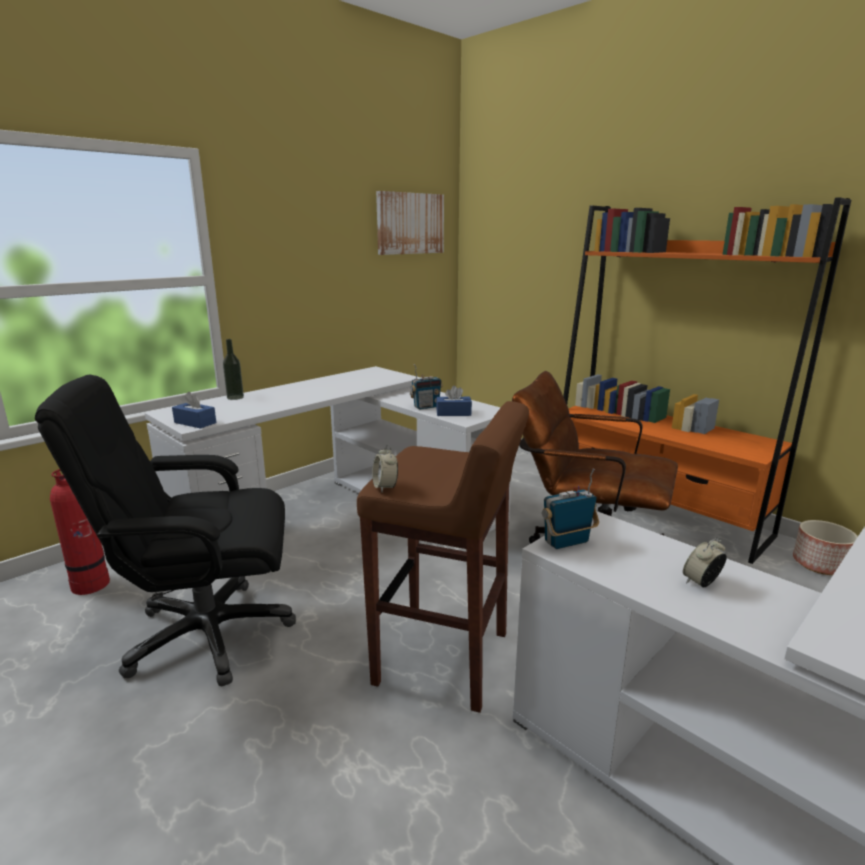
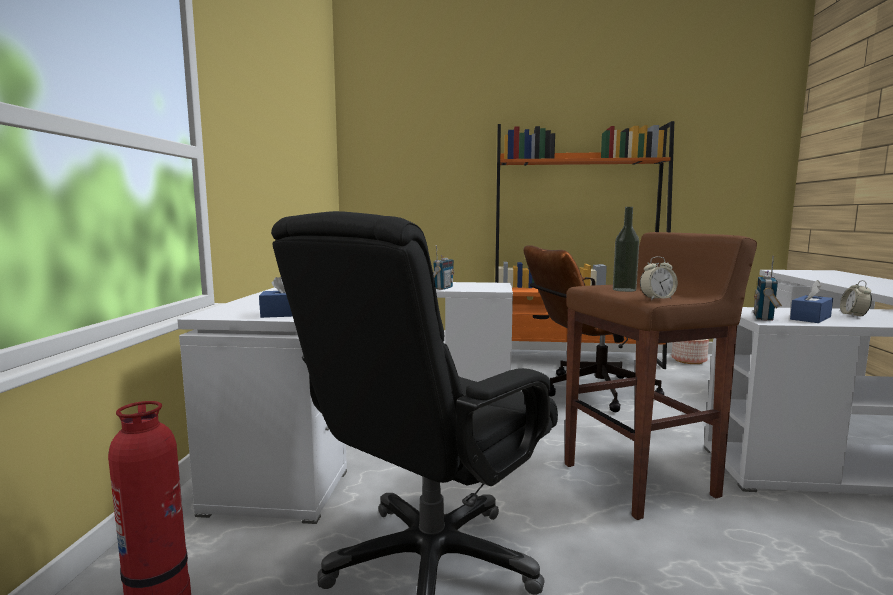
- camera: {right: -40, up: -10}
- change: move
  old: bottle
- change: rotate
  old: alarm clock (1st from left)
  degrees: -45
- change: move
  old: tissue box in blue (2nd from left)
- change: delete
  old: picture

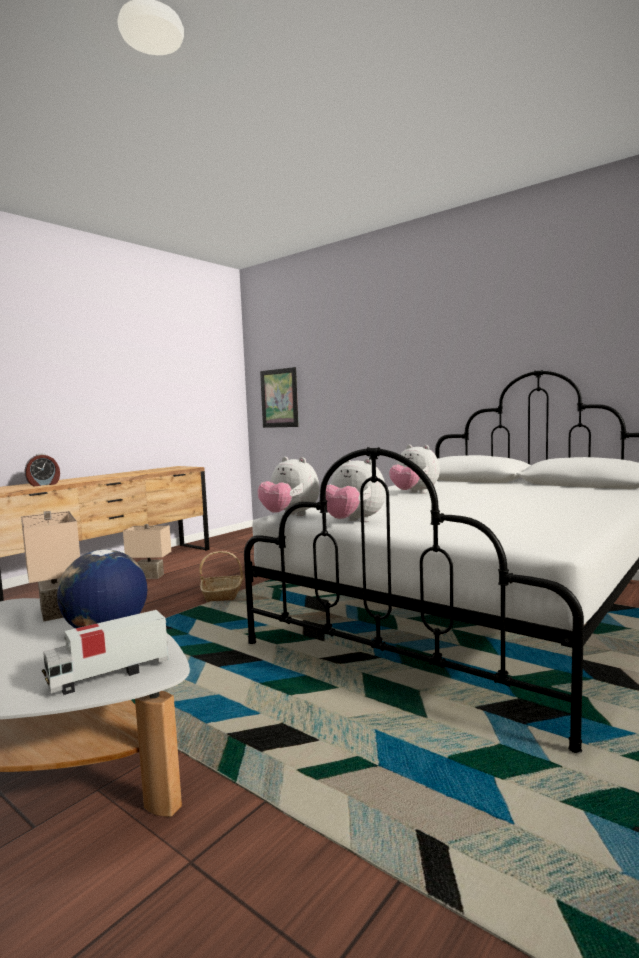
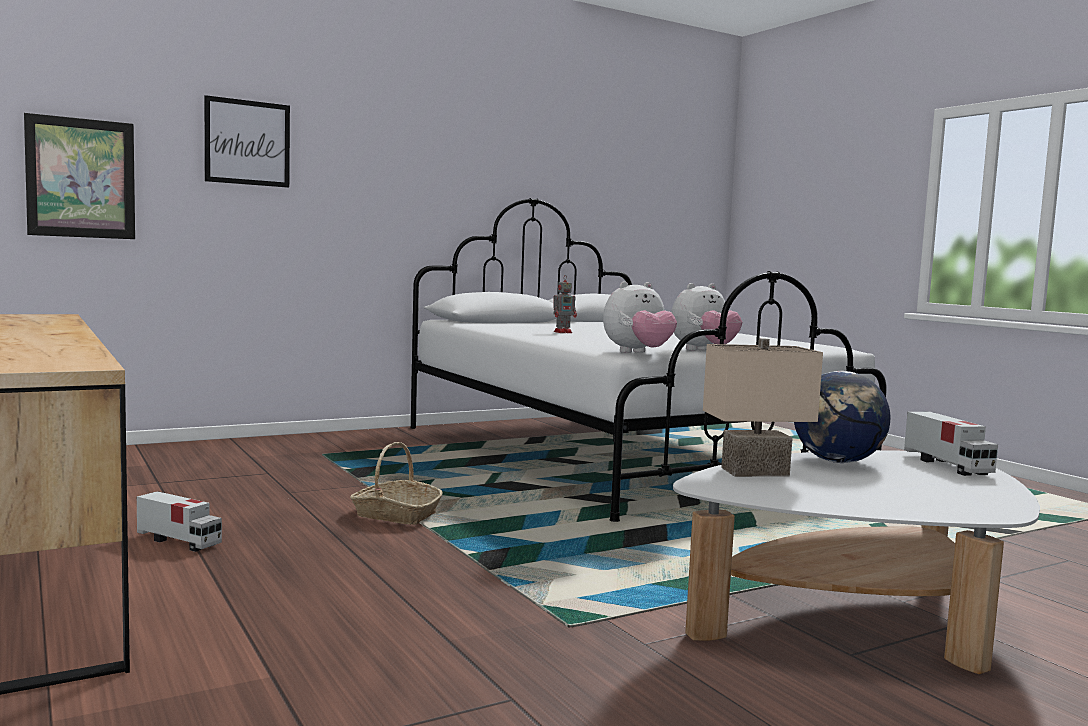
- camera: {right: -70, up: 0}
- change: replace
  old: table lamp in beige (2nd from left)
  new: toy truck (1st from left)
- change: insert
  new: picture (2nd from left)
- change: replace
  old: plush toy (3rd from left)
  new: toy robot
- change: delete
  old: alarm clock

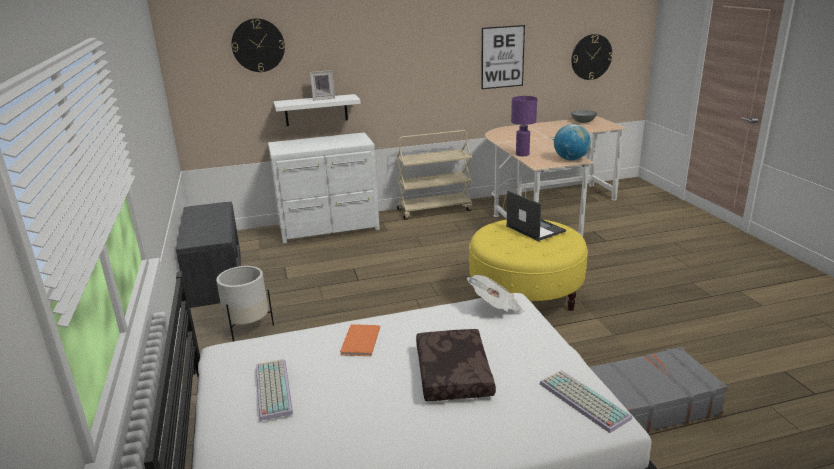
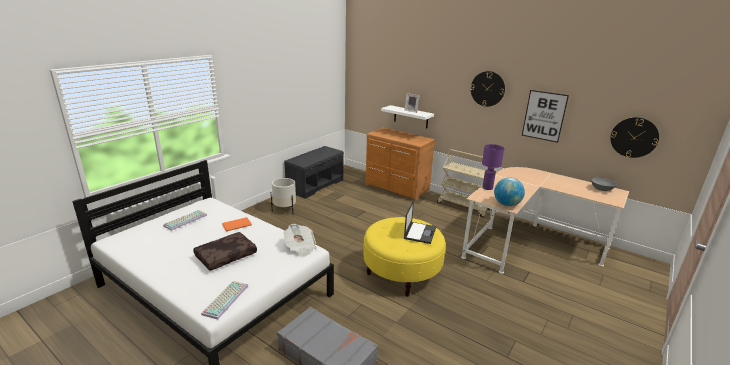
- camera: {right: 50, up: 0}
- change: recolor
  old: dresser in white
  new: dresser in brown
- change: move
  old: wall clock (1st from left)

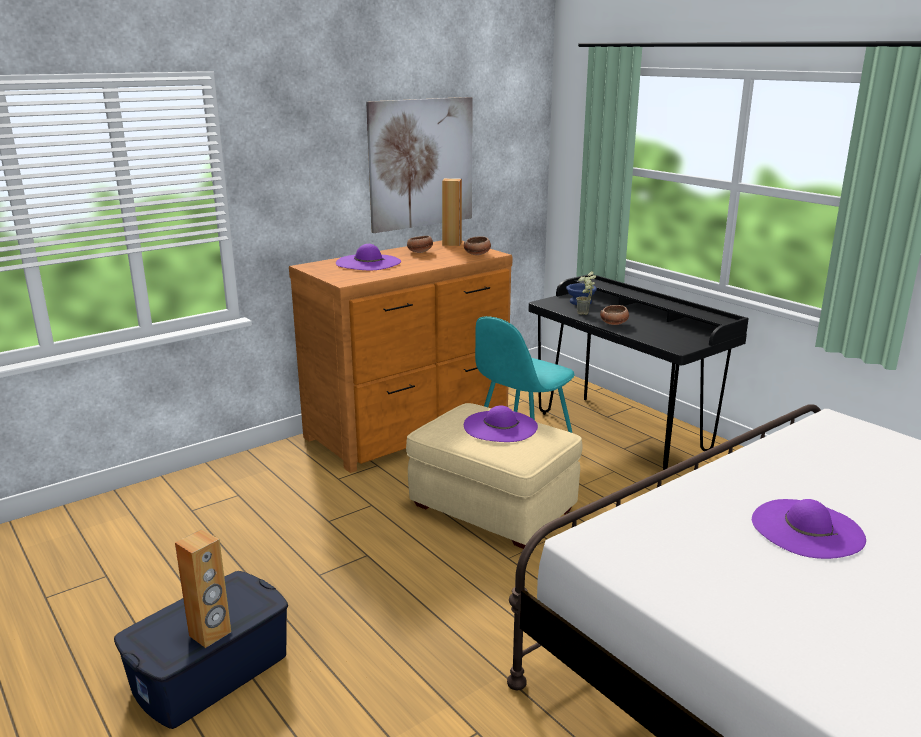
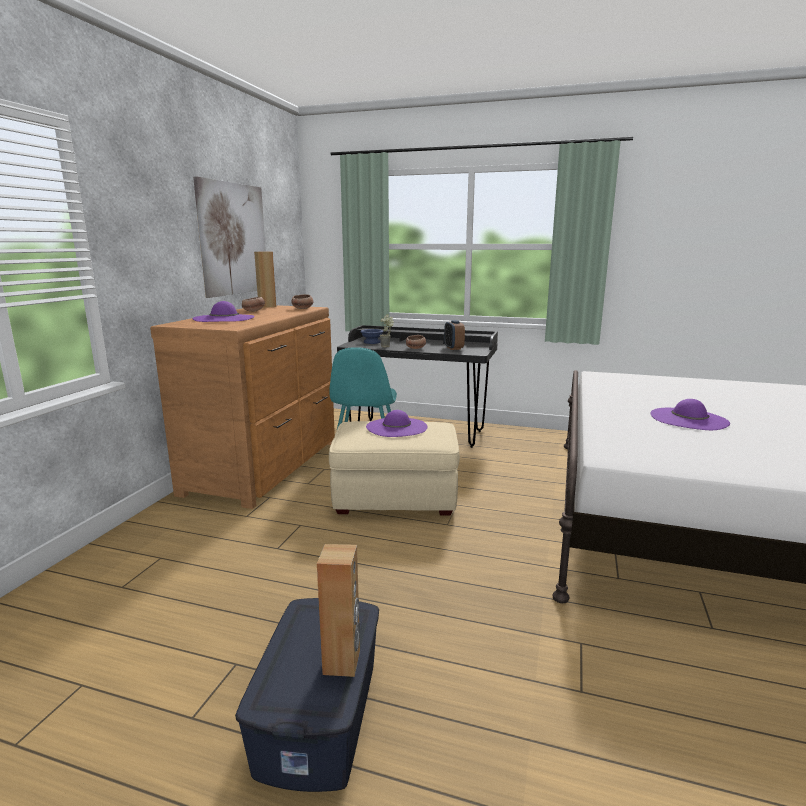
- camera: {right: -35, up: -5}
- change: insert
  new: alarm clock

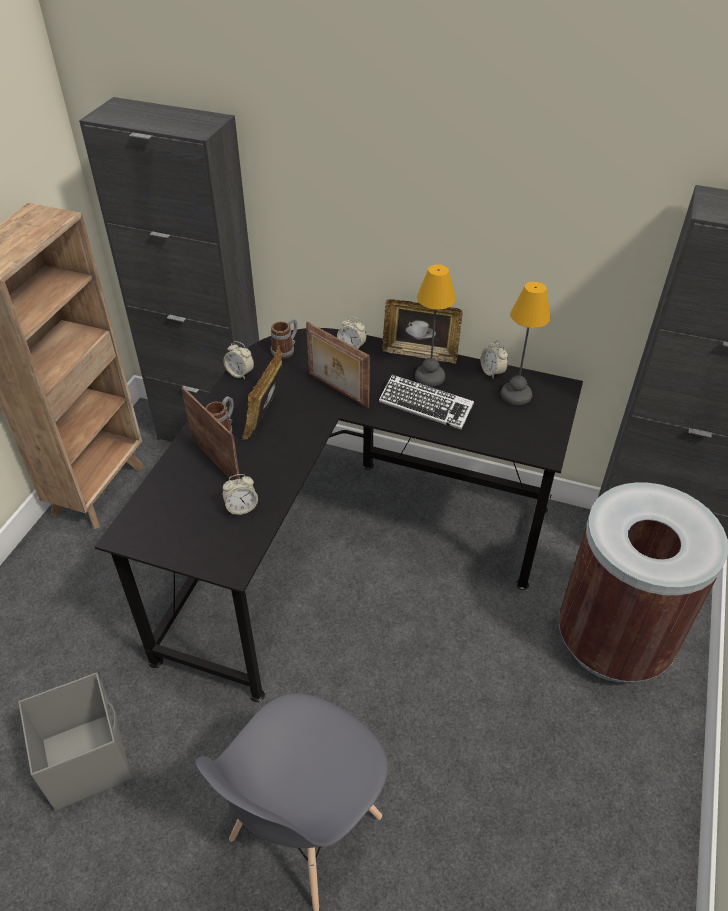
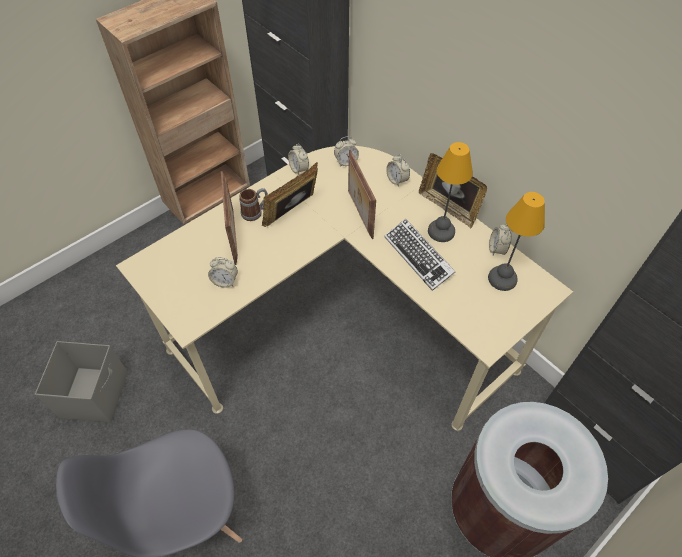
- camera: {right: 30, up: 10}
- change: recolor
  old: desk in black
  new: desk in beige
- change: replace
  old: mug (2nd from left)
  new: alarm clock (3rd from left)

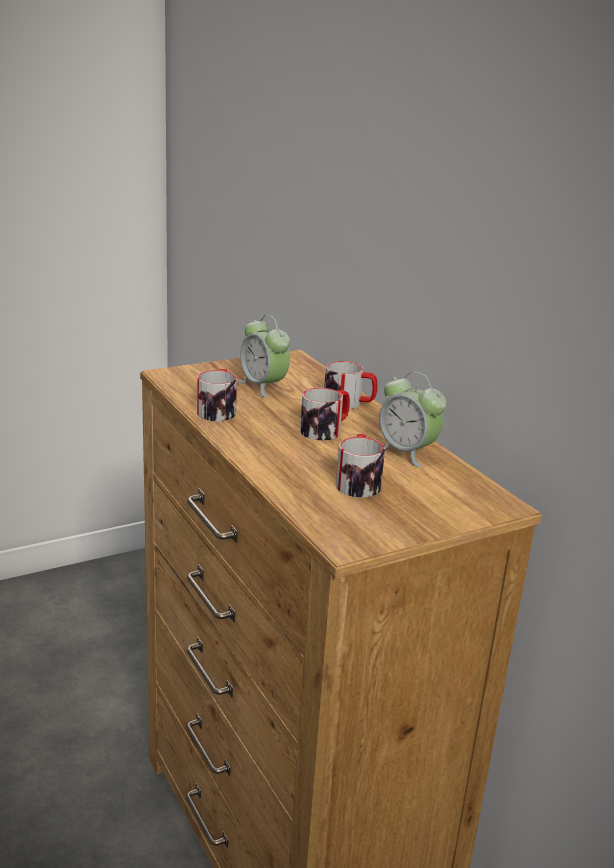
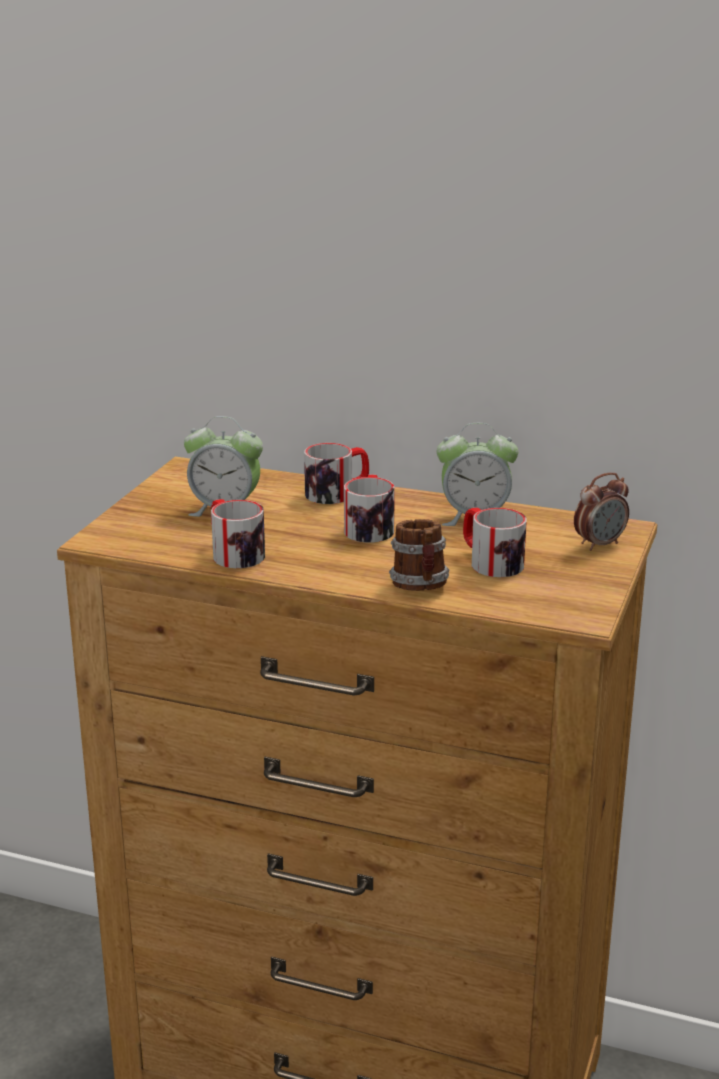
- camera: {right: -40, up: 0}
- change: insert
  new: mug (4th from left)
- change: insert
  new: alarm clock (3rd from left)

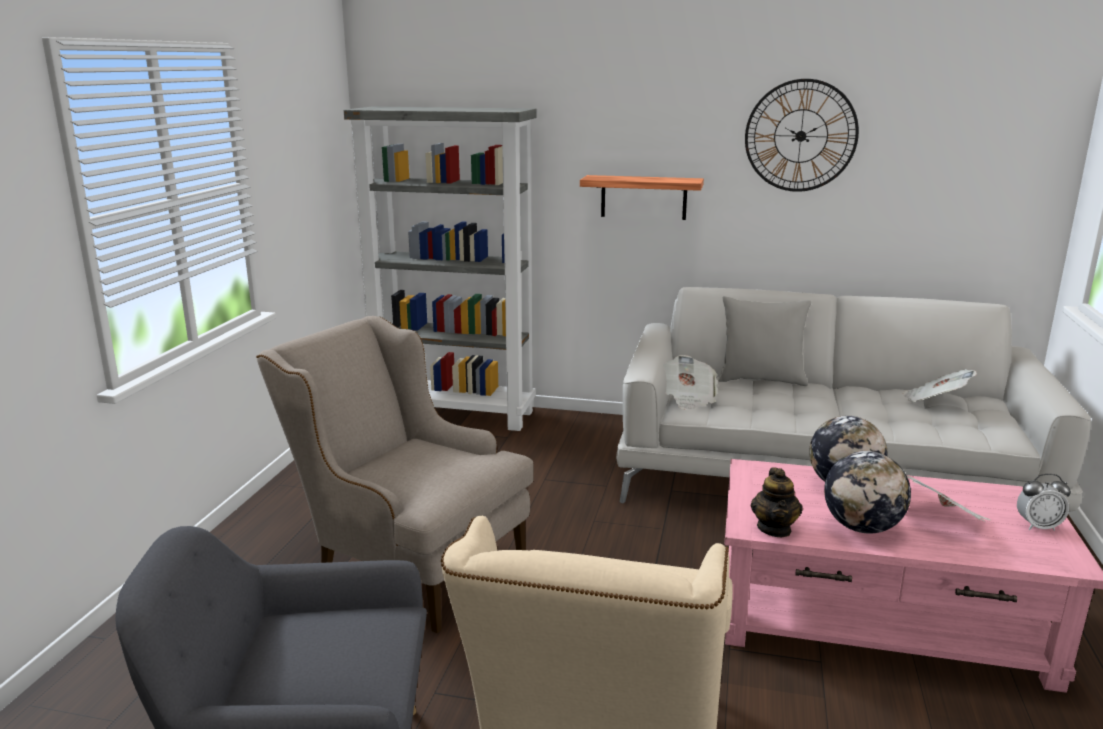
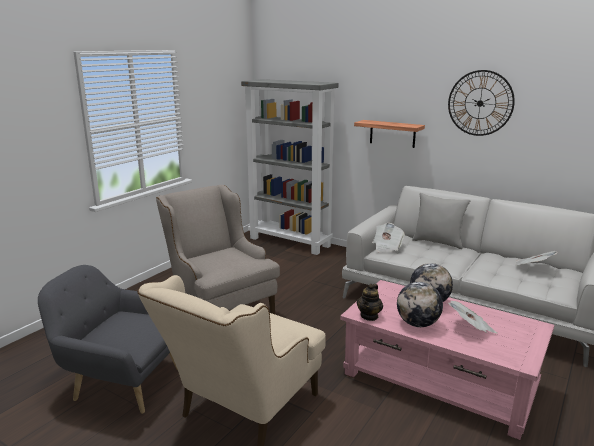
- camera: {right: 20, up: 0}
- change: delete
  old: alarm clock

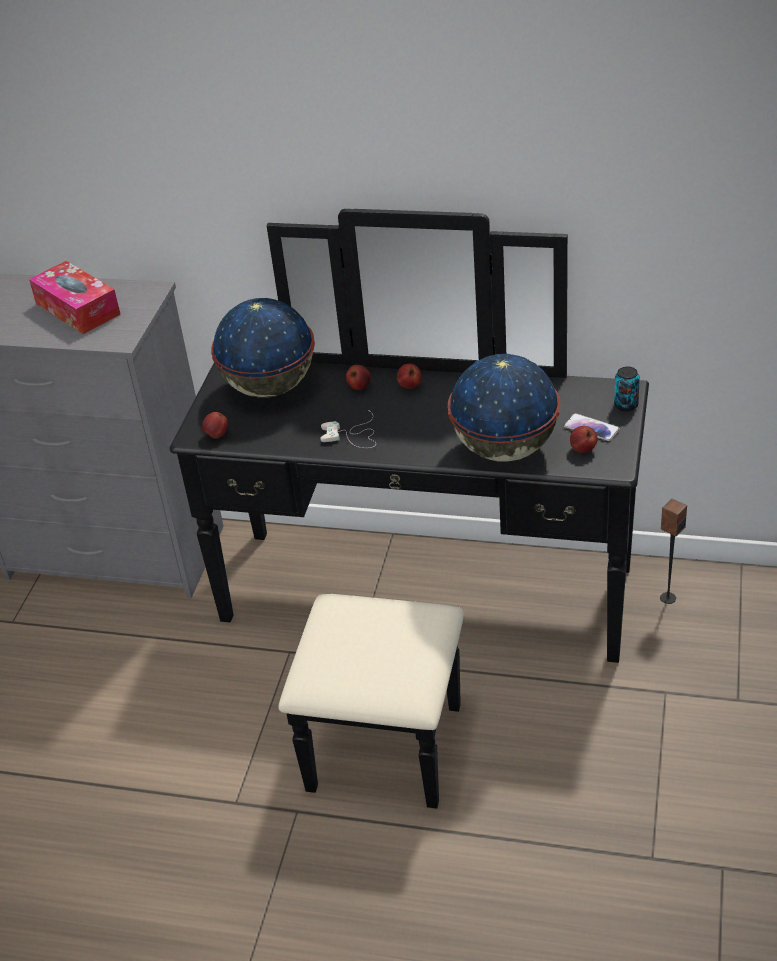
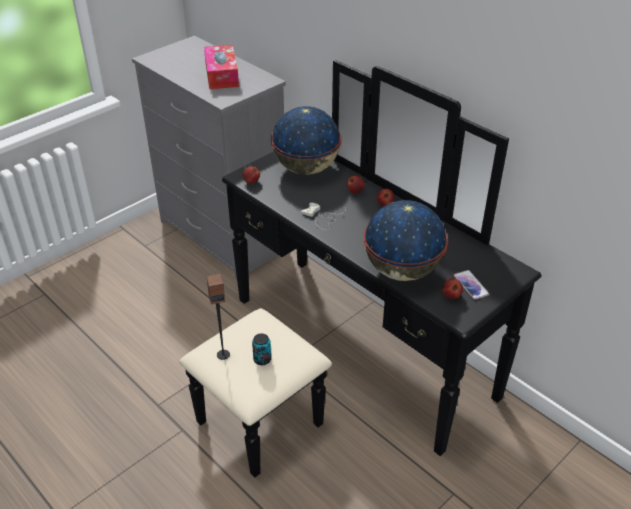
- camera: {right: 30, up: 0}
- change: move
  old: speaker
- change: move
  old: can

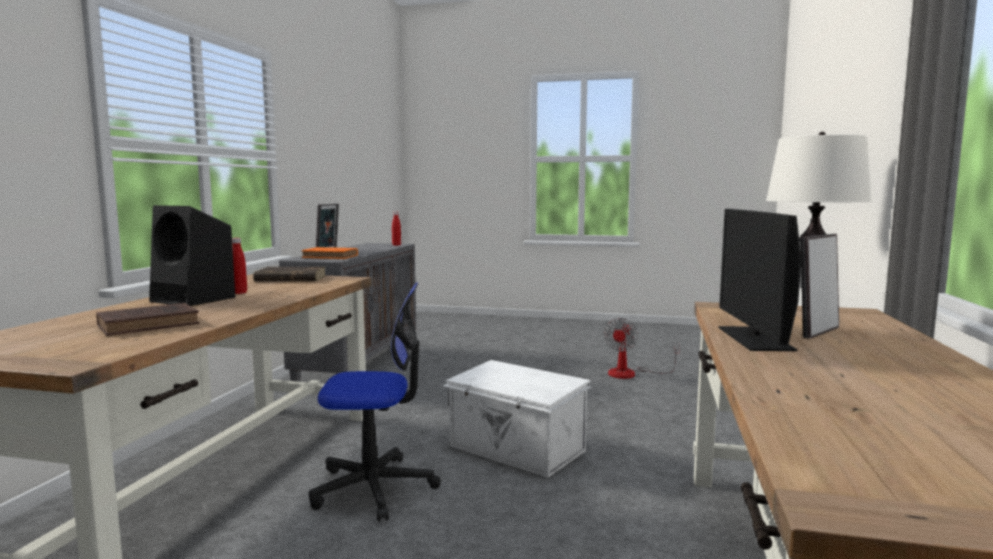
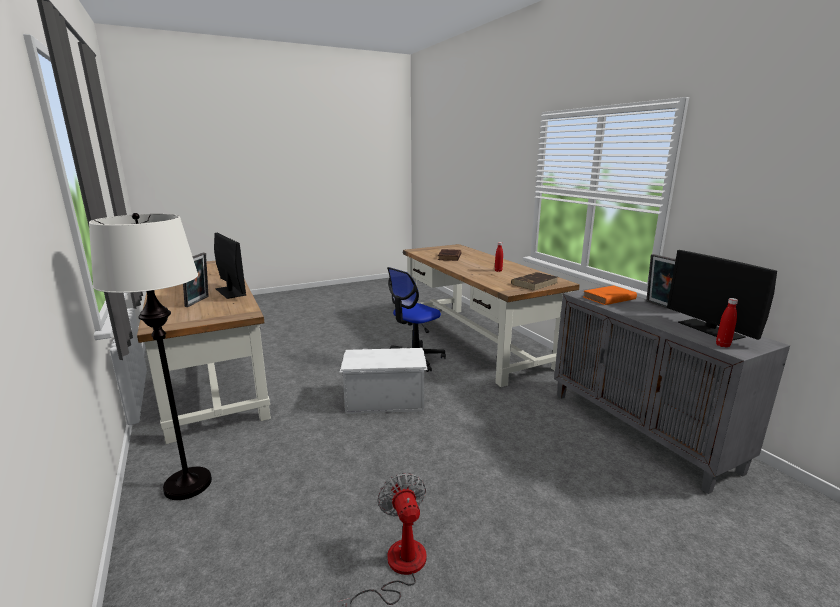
- camera: {right: 140, up: 10}
- change: insert
  new: monitor (2nd from left)
- change: delete
  old: speaker in black

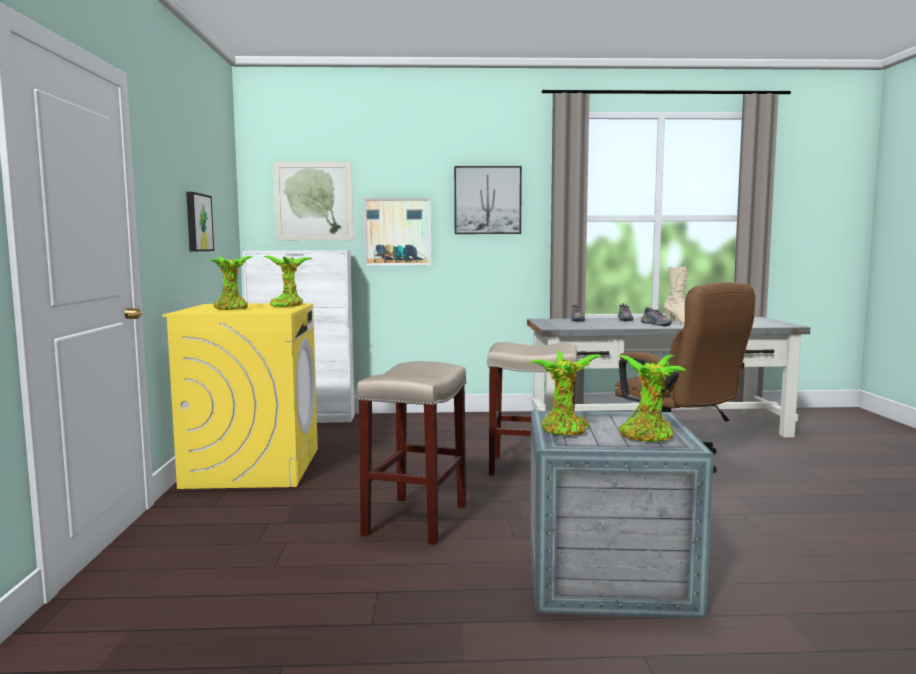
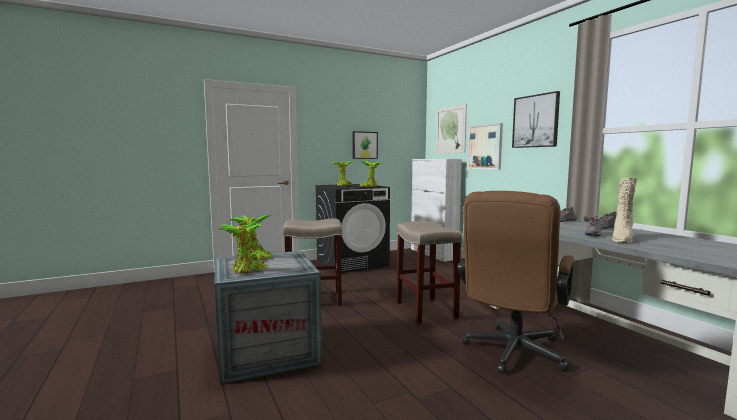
- camera: {right: 65, up: 0}
- change: recolor
  old: washing machine in yellow
  new: washing machine in black

